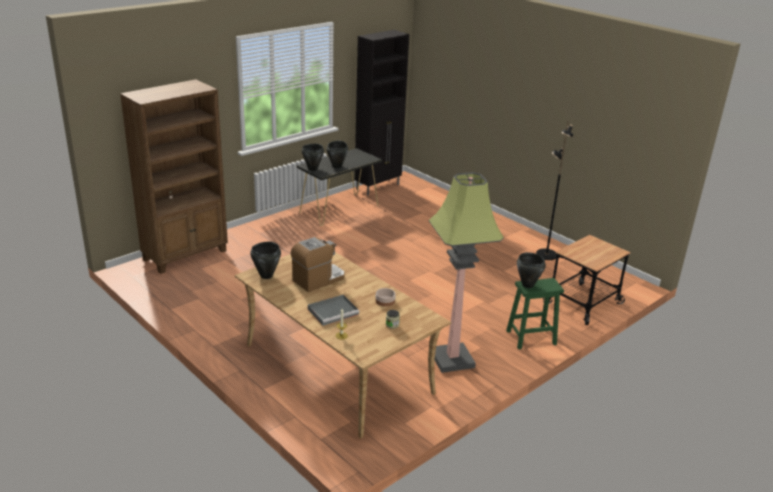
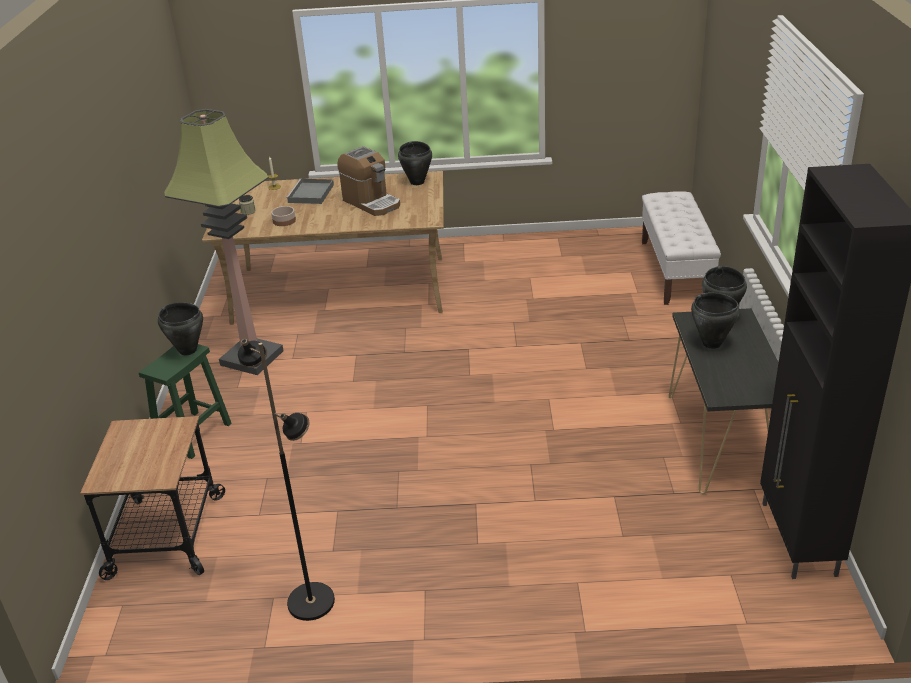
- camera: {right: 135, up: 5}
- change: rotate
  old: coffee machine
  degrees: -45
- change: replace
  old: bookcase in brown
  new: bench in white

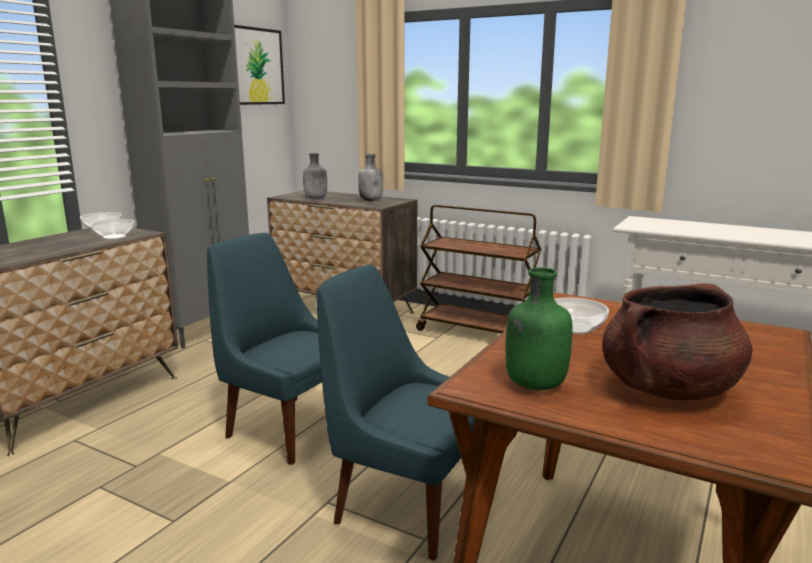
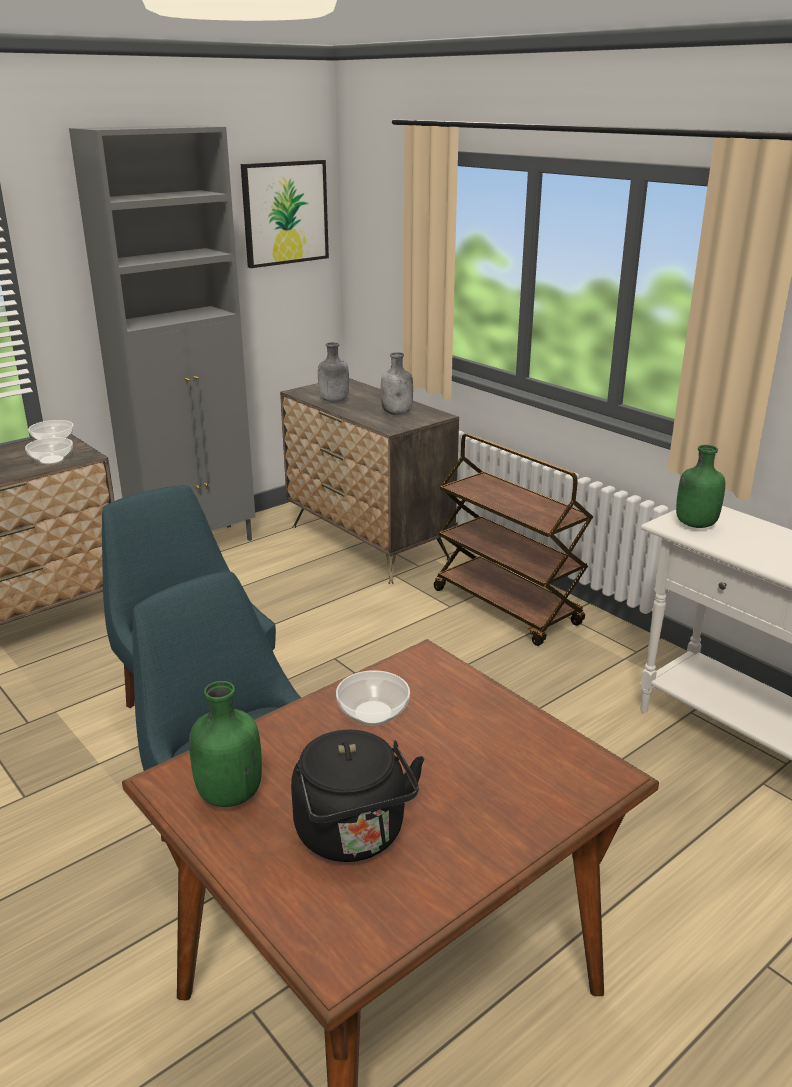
- camera: {right: 20, up: 10}
- change: replace
  old: cooking pot in brown
  new: kettle in black
- change: insert
  new: bottle in green (2nd from left)

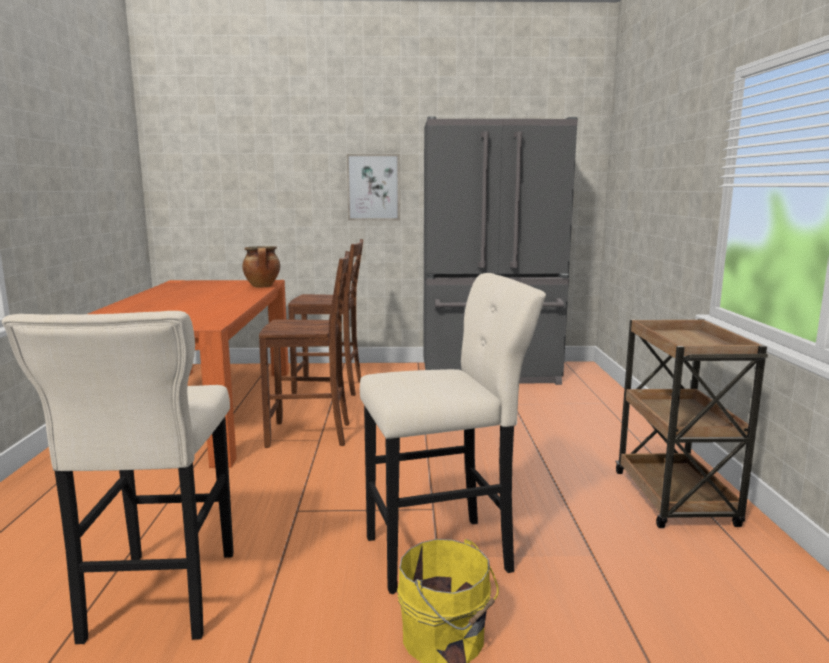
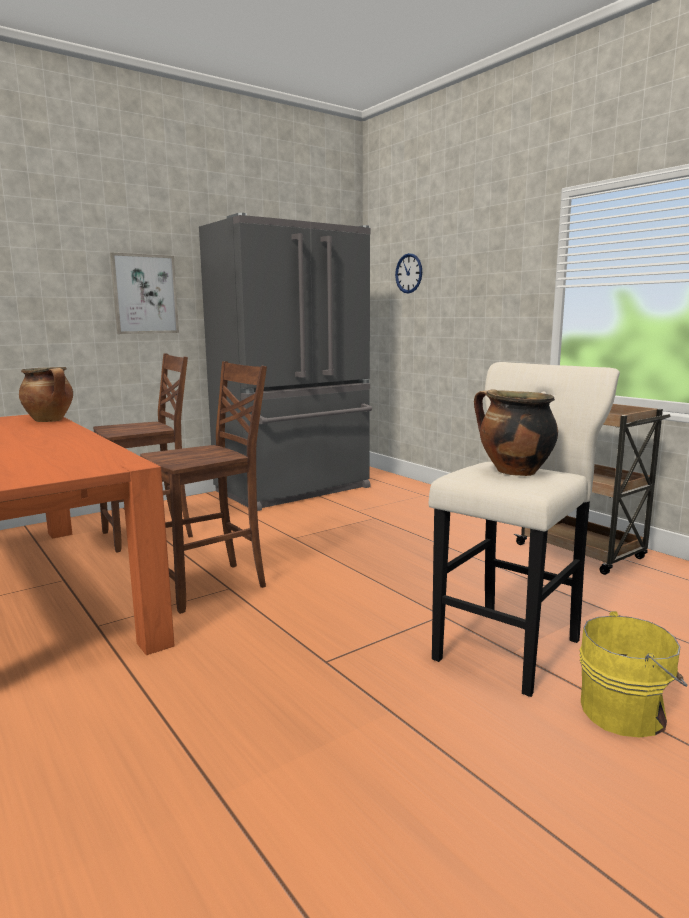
- camera: {right: -35, up: 0}
- change: insert
  new: wall clock
- change: insert
  new: cooking pot (2nd from left)
- change: delete
  old: stool in beige (1st from left)

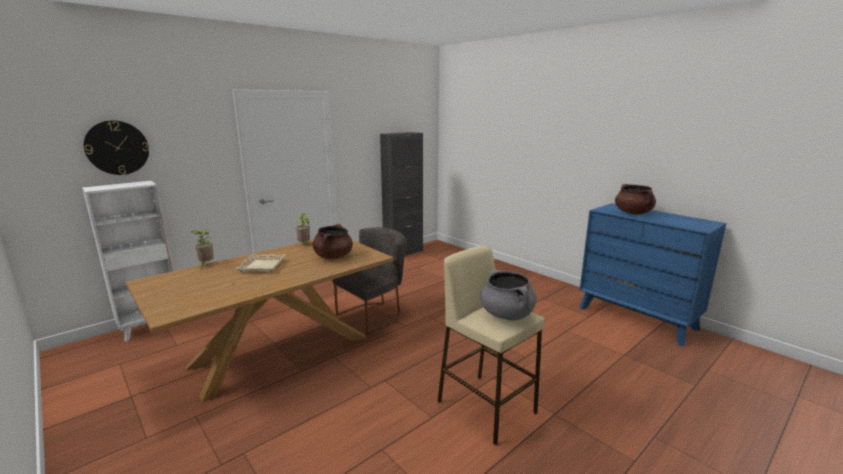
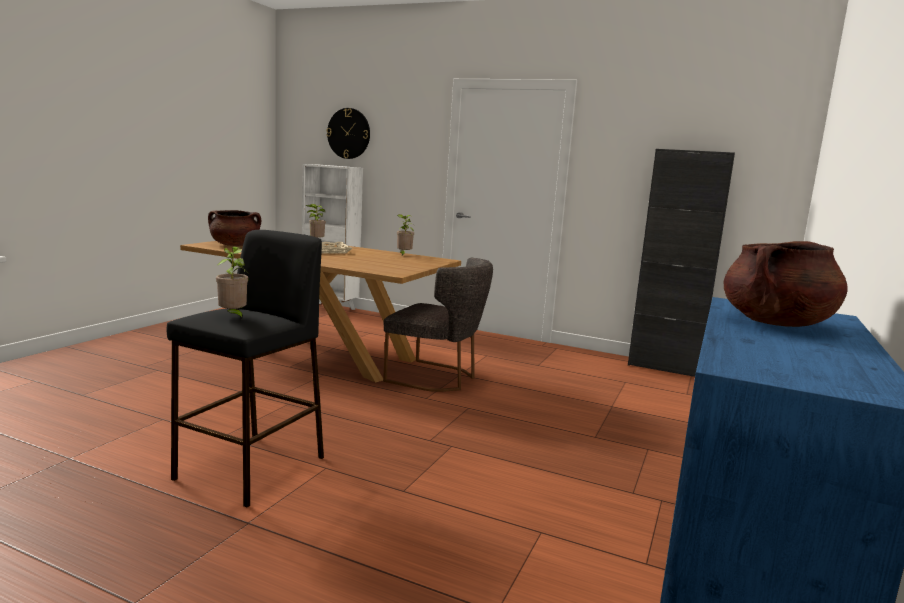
- camera: {right: 65, up: -5}
- change: recolor
  old: stool in beige
  new: stool in black
- change: move
  old: cooking pot in brown (1st from left)
- change: replace
  old: cooking pot in grey
  new: potted plant (1st from left)

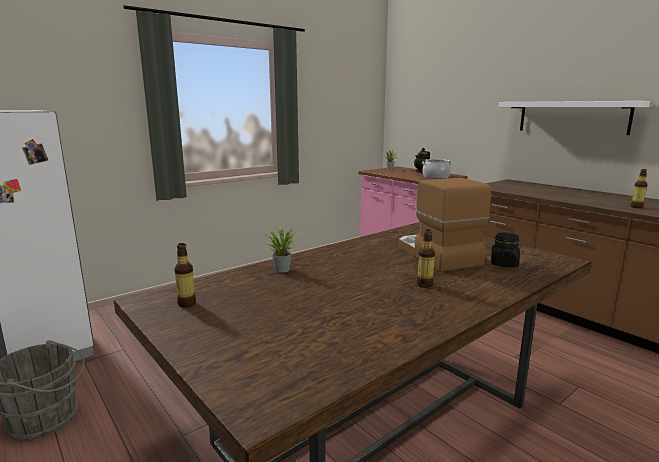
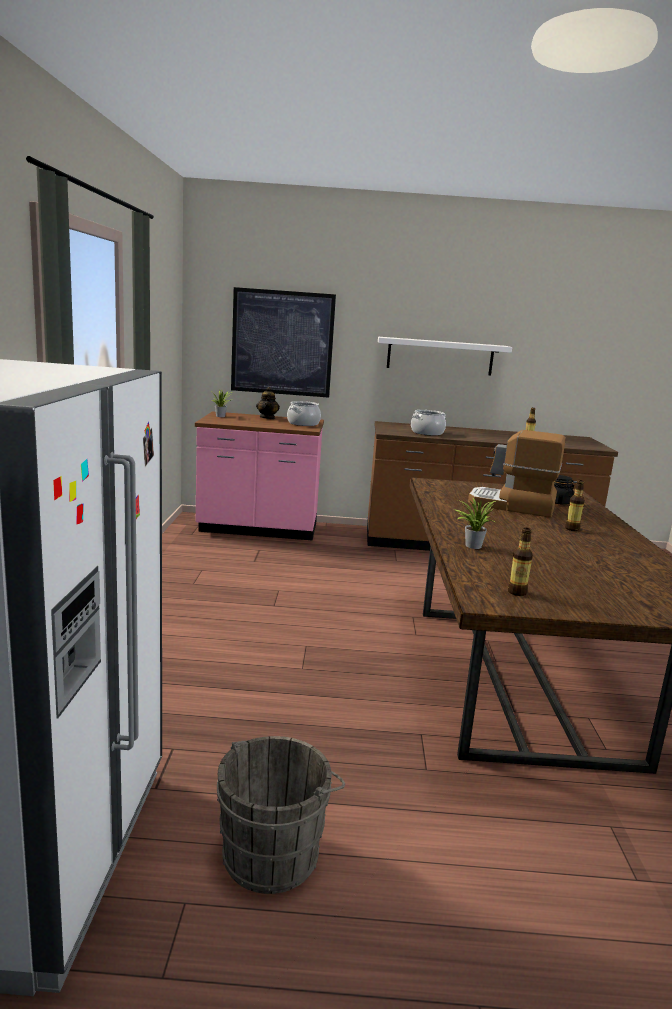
- camera: {right: -50, up: 0}
- change: insert
  new: picture
- change: insert
  new: cooking pot (2nd from left)

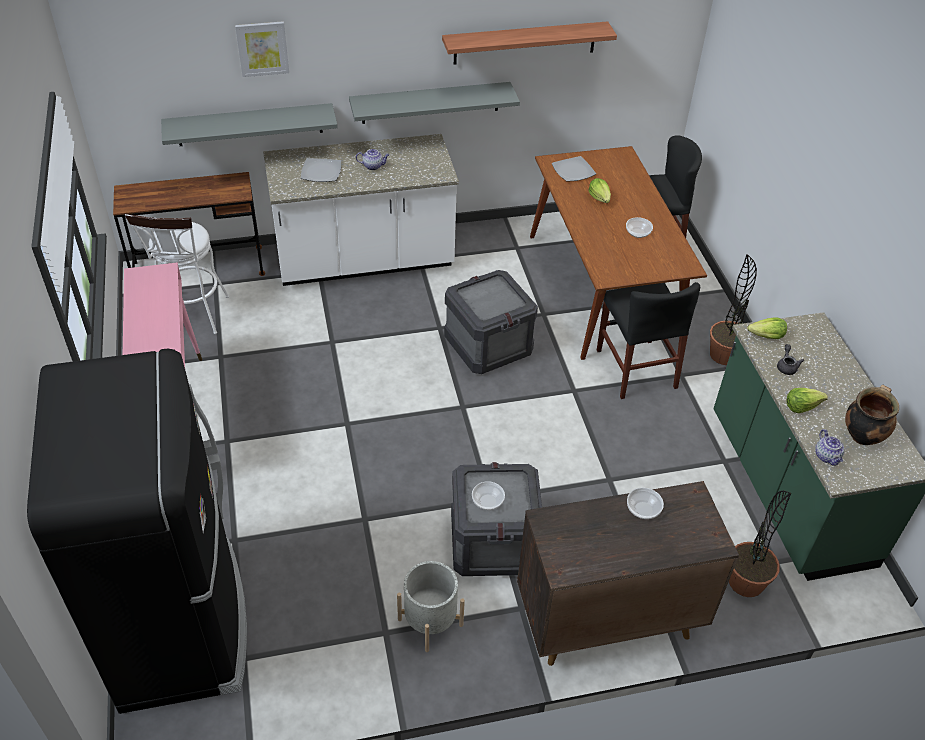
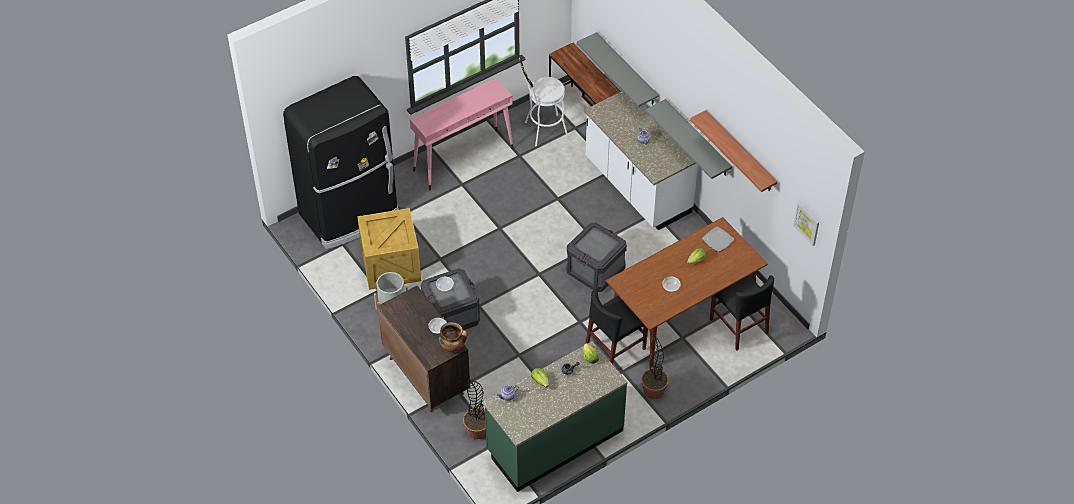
- camera: {right: 70, up: 5}
- change: insert
  new: crate (1st from left)
- change: move
  old: cooking pot
- change: move
  old: picture
- change: delete
  old: plate (1st from left)

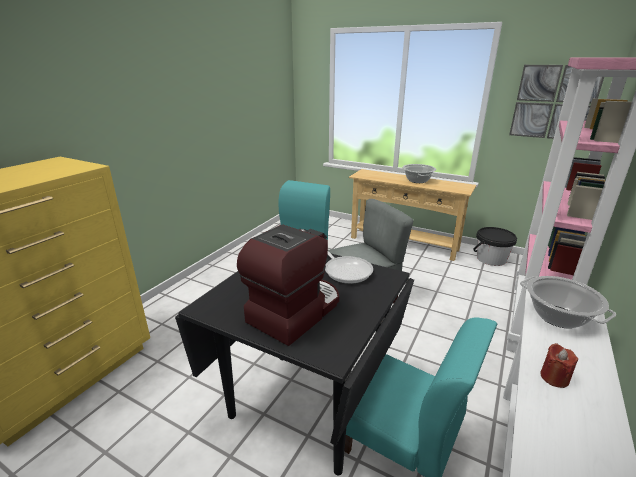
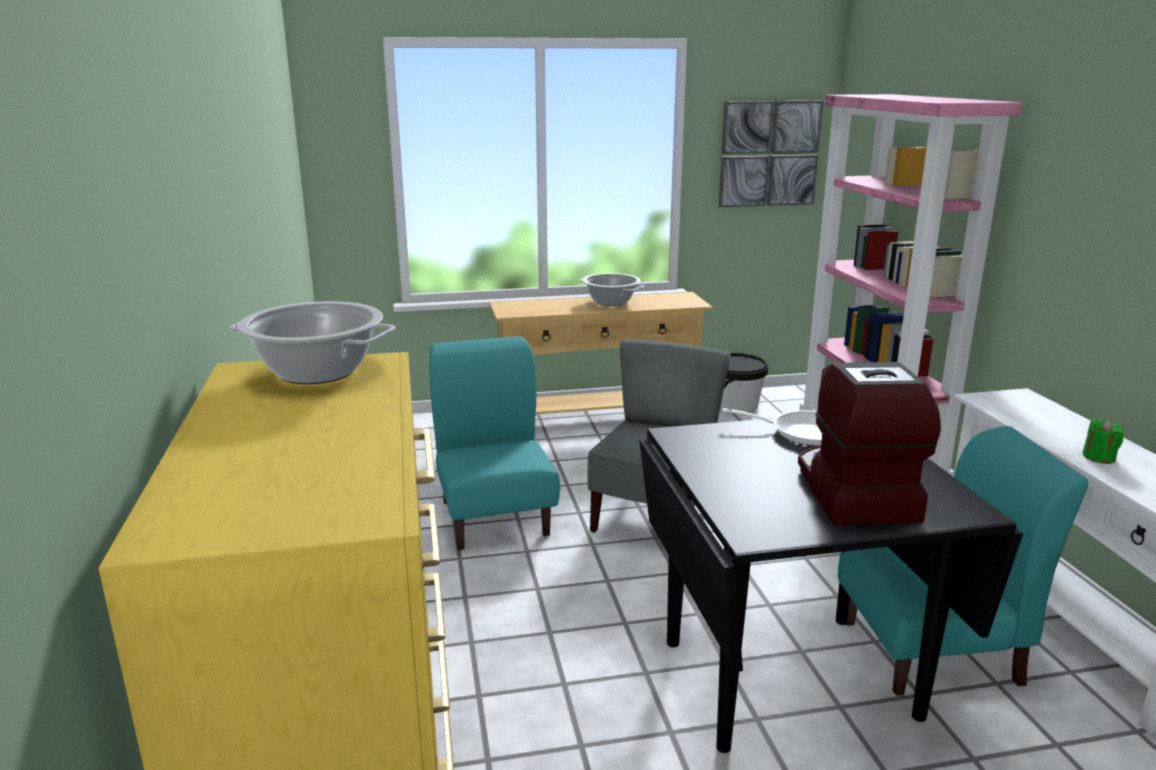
- camera: {right: -40, up: -5}
- change: move
  old: cooking pot (2nd from left in the first image)
  new: cooking pot (1st from left)
- change: recolor
  old: candle in red
  new: candle in green

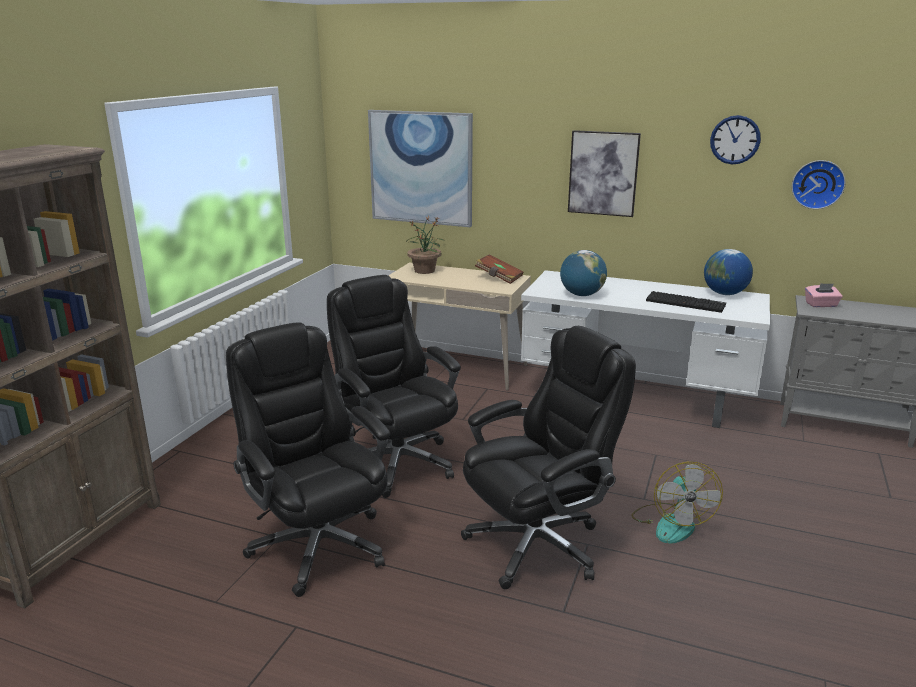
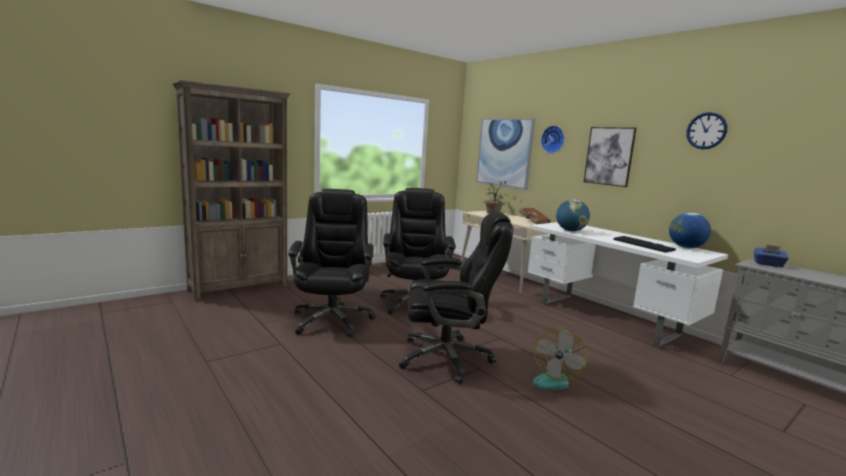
- camera: {right: 30, up: -10}
- change: move
  old: wall clock (2nd from left in the first image)
  new: wall clock (1st from left)
- change: recolor
  old: tissue box in pink
  new: tissue box in blue

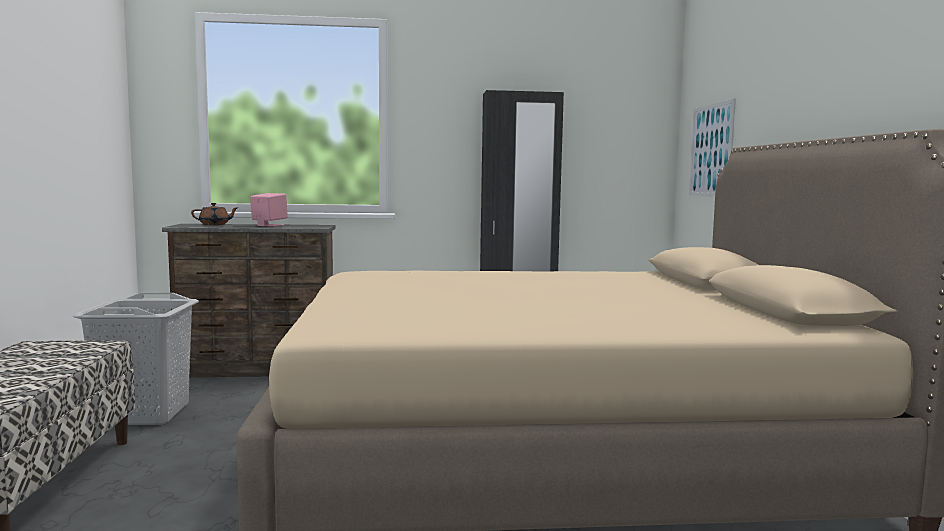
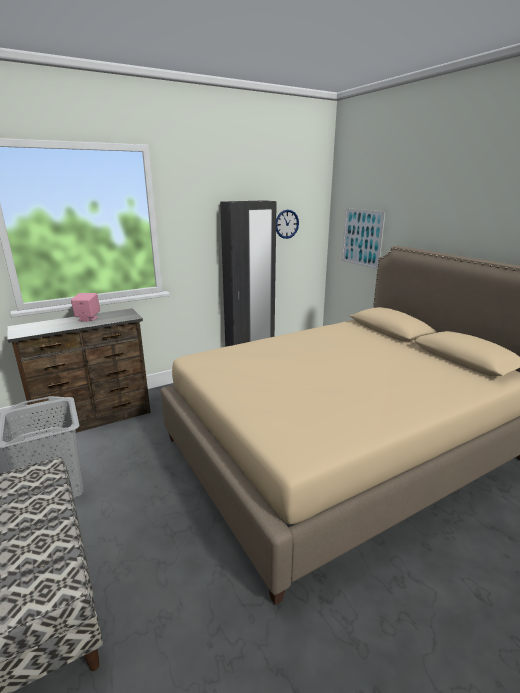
- camera: {right: -25, up: 15}
- change: insert
  new: wall clock
- change: delete
  old: teapot in brown

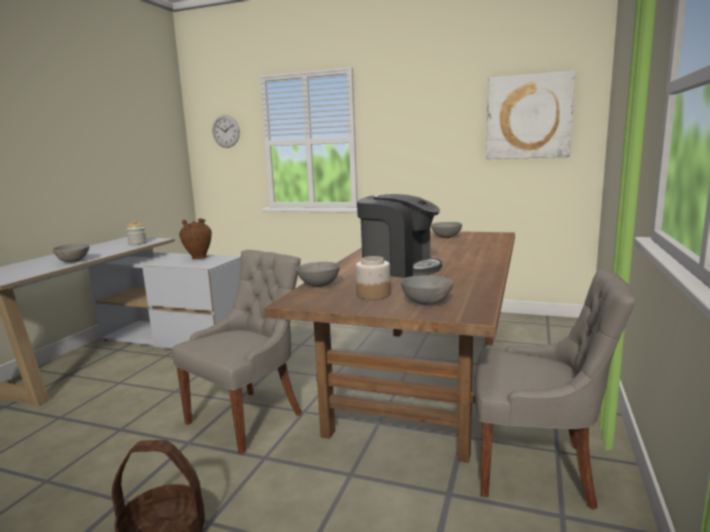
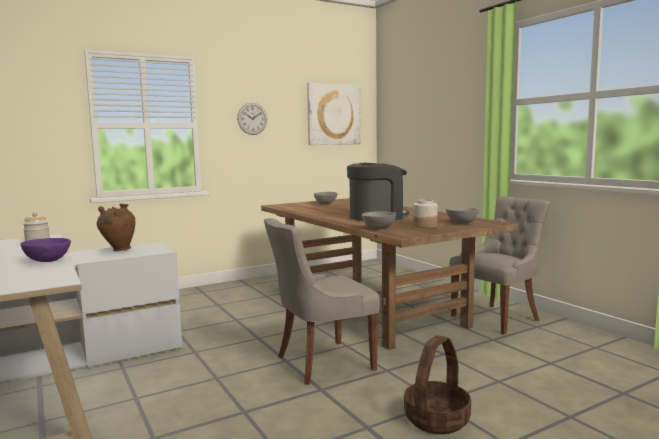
- camera: {right: -50, up: -5}
- change: recolor
  old: bowl in grey (1st from left)
  new: bowl in purple
- change: move
  old: wall clock
- change: rotate
  old: chair in grey (1st from left)
  degrees: -105

